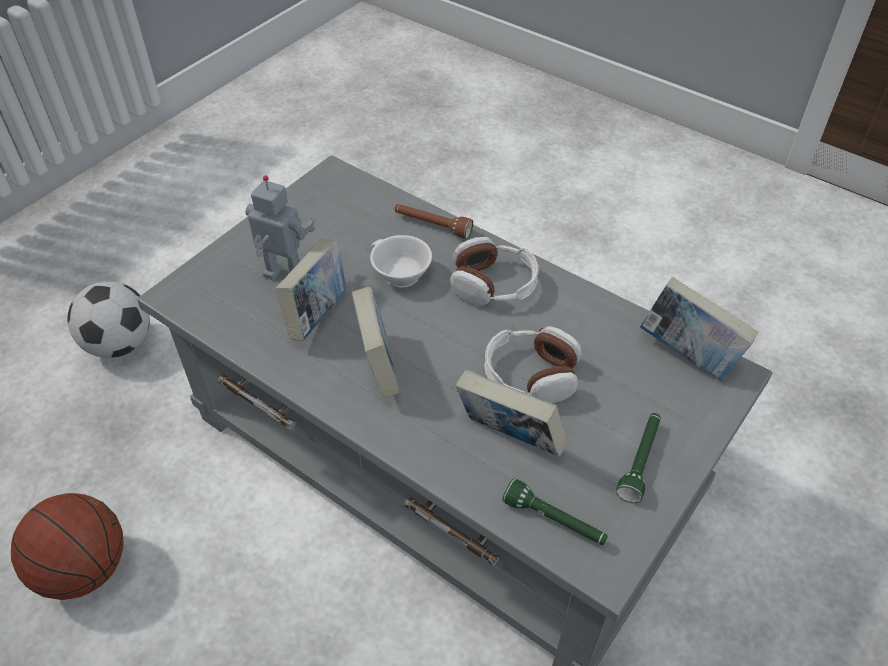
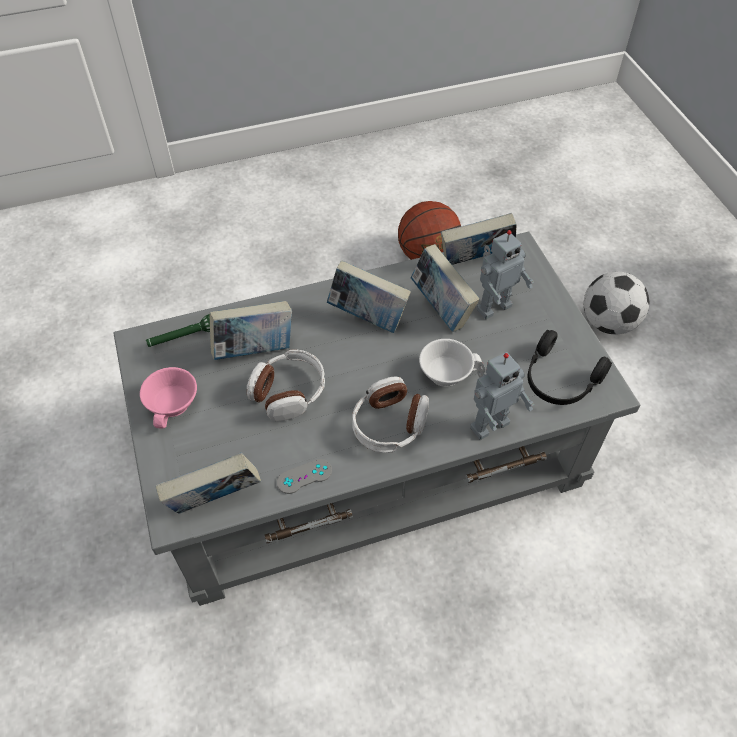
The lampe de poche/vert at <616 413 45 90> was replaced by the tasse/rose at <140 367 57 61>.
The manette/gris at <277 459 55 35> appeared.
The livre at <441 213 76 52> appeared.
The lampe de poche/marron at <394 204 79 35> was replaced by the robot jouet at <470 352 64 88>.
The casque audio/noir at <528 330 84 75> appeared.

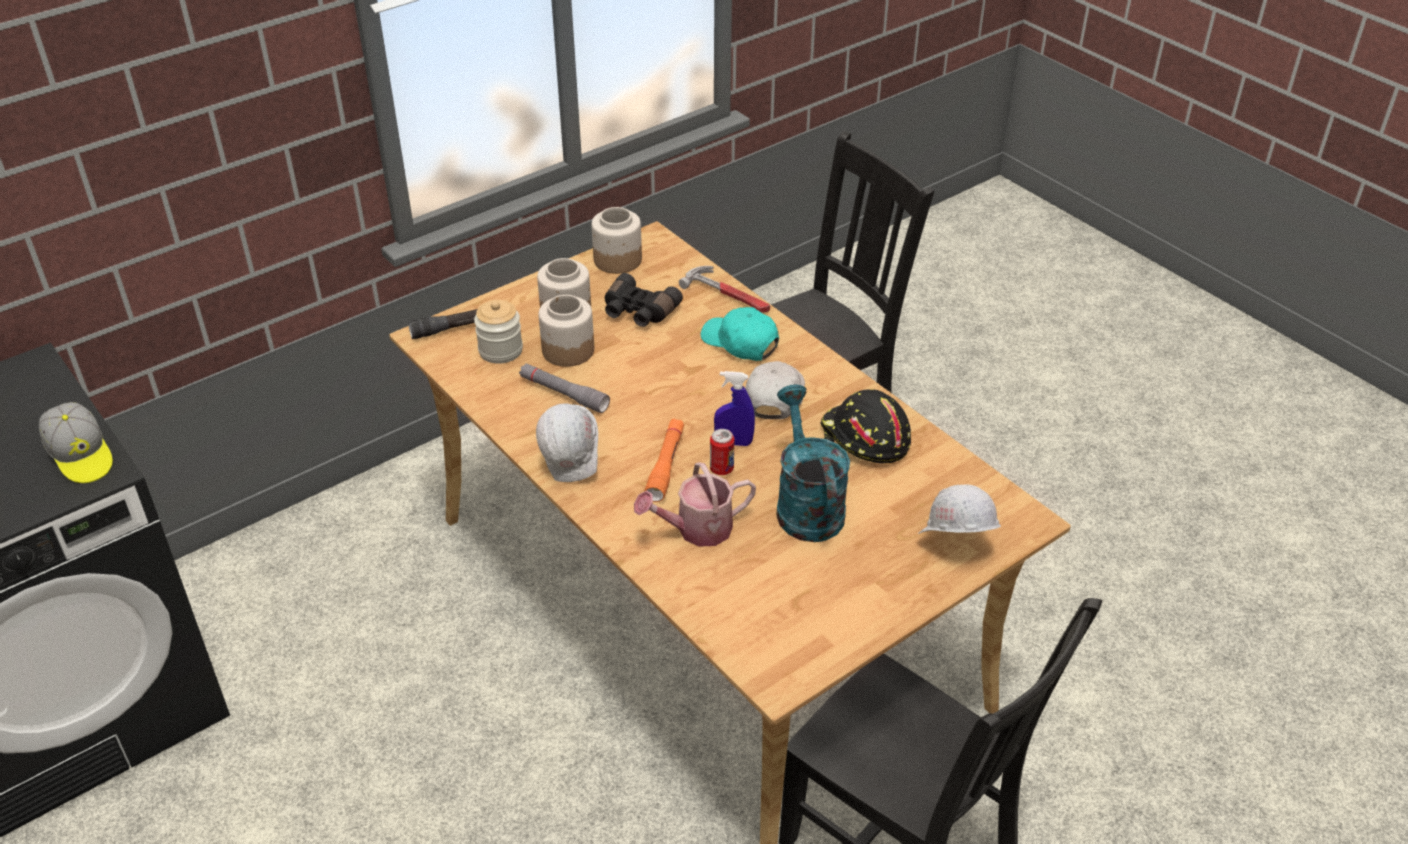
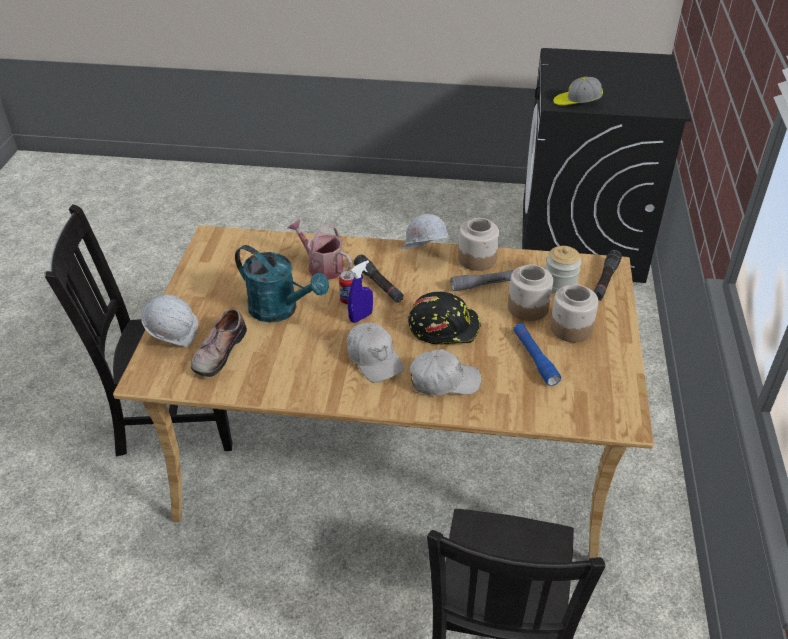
The chaussure at <191 309 56 68> appeared.
The arrosoir at <634 462 122 85> turned 75 degrees counterclockwise.
The lampe de poche/orange at <645 418 39 84> became the lampe de poche/noir at <354 255 50 48>.
The casque de chantier/noir moved from <821 389 90 74> to <408 292 73 53>.
The casquette/turquoise at <701 307 78 54> became the casquette/blanc at <410 349 71 46>.
The bocal moved from <592 207 50 67> to <458 218 41 53>.
The jumelles/noir at <605 273 78 54> was replaced by the lampe de poche/bleu at <513 323 48 63>.
The marteau at <679 266 91 47> disappeared.

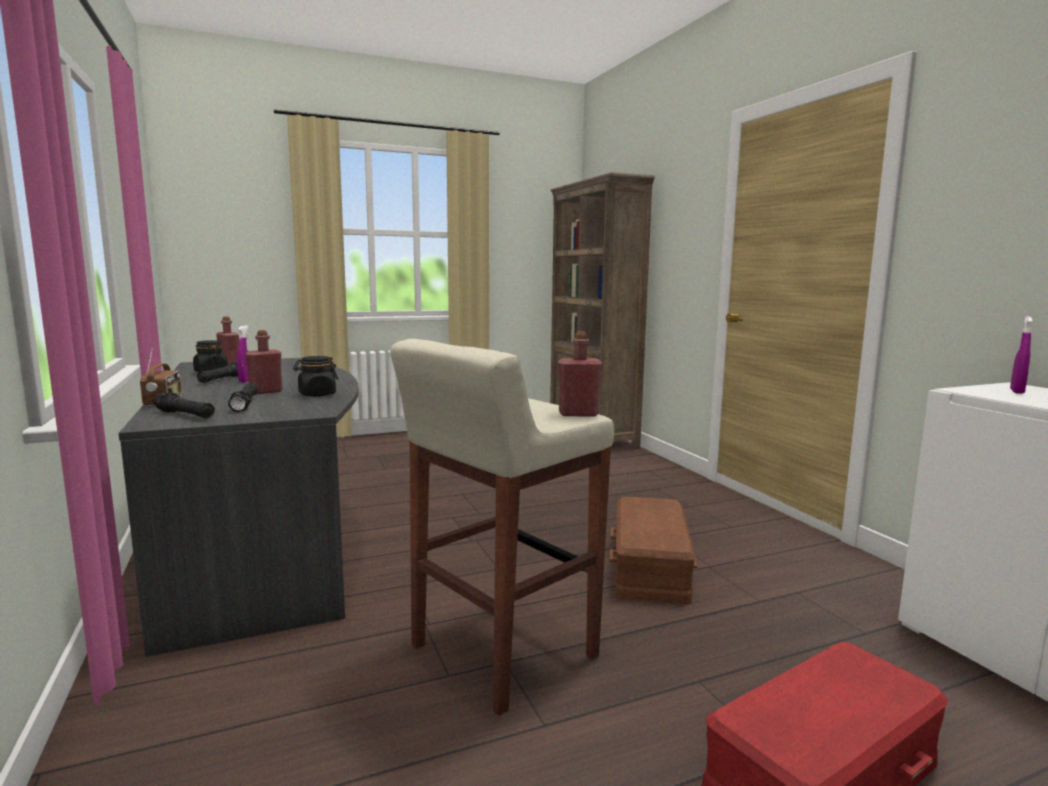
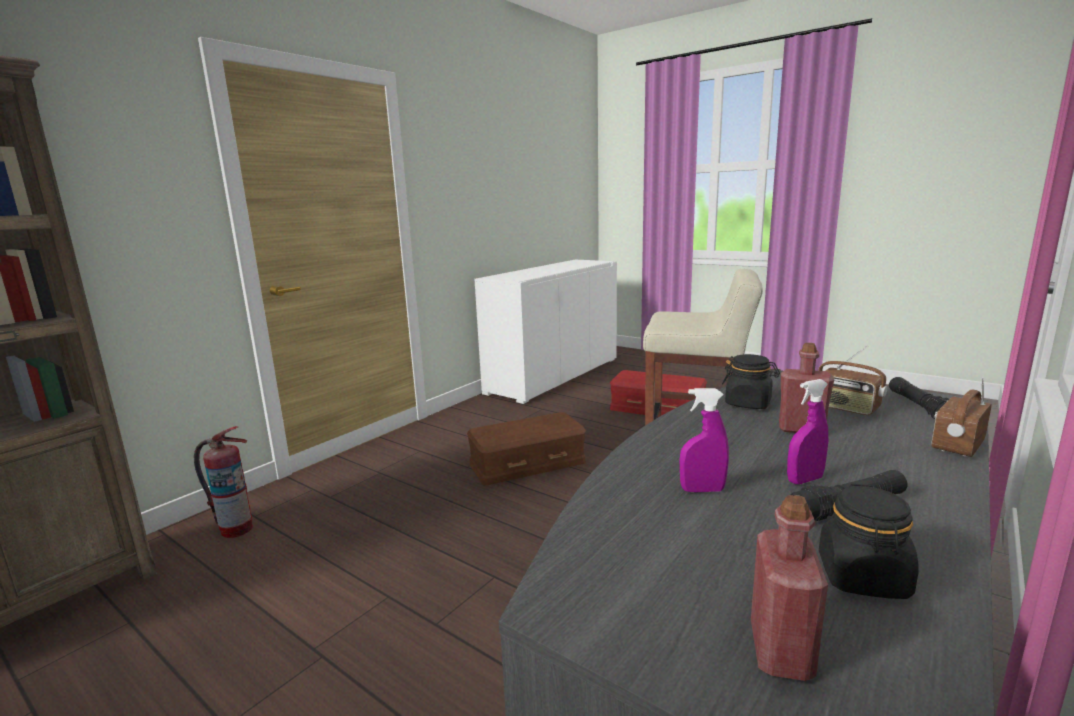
The extincteur at <194 426 59 112> appeared.
The vaporisateur/violet moved from <1010 316 23 78> to <680 388 49 104>.
The lampe de poche/noir at <228 383 30 29> was replaced by the radio at <818 345 69 70>.
The bouteille/rouge at <558 331 45 86> disappeared.

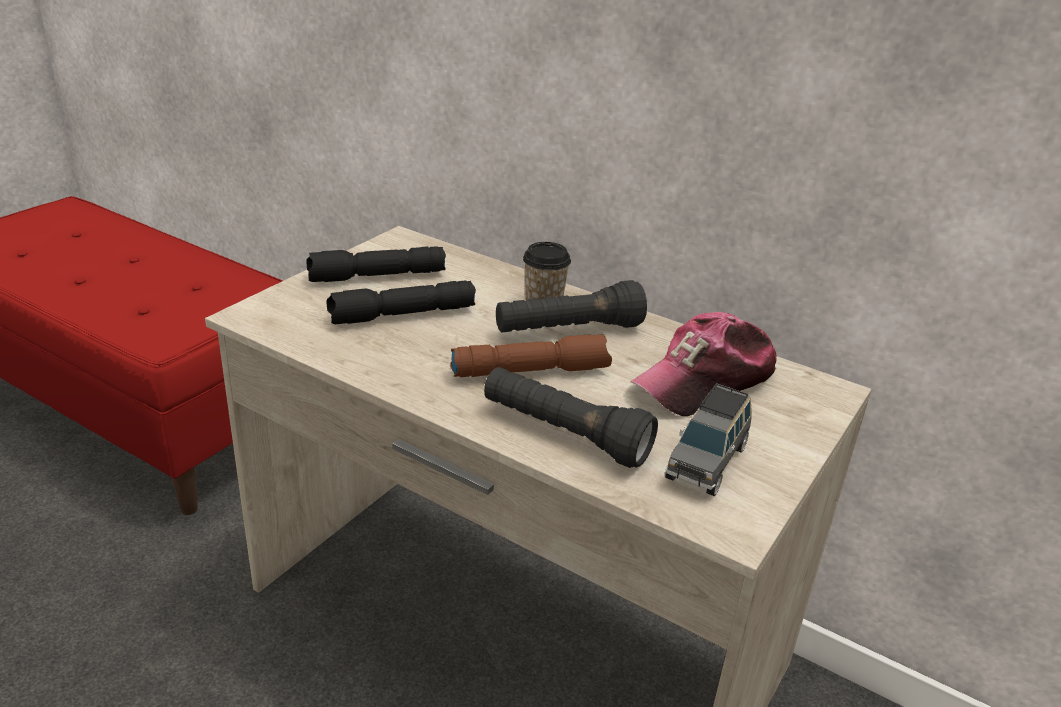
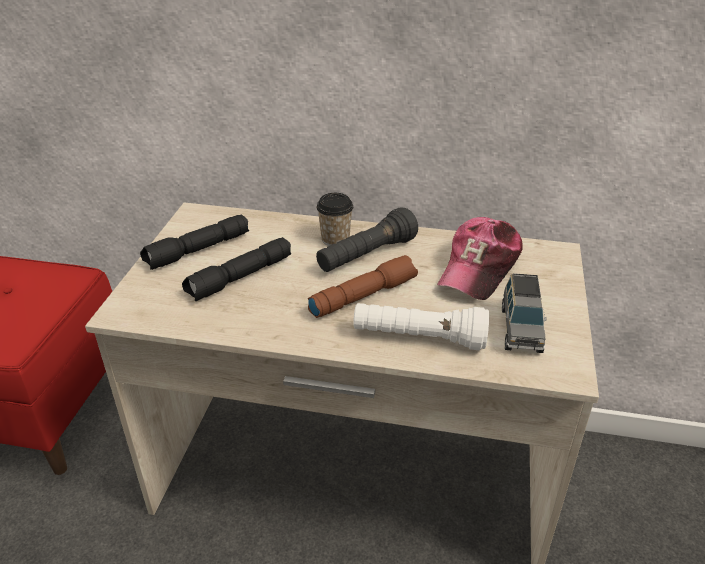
The lampe de poche/noir at <484 367 174 101> became the lampe de poche/blanc at <353 303 136 47>.

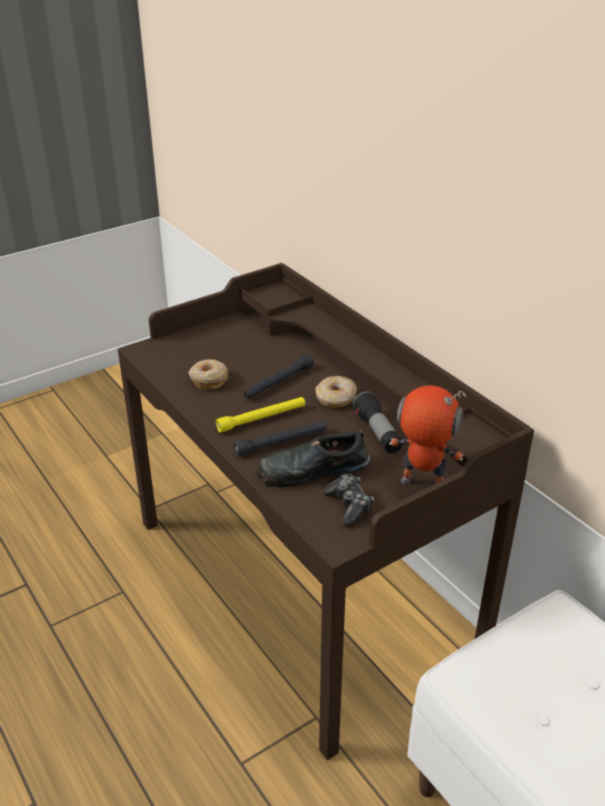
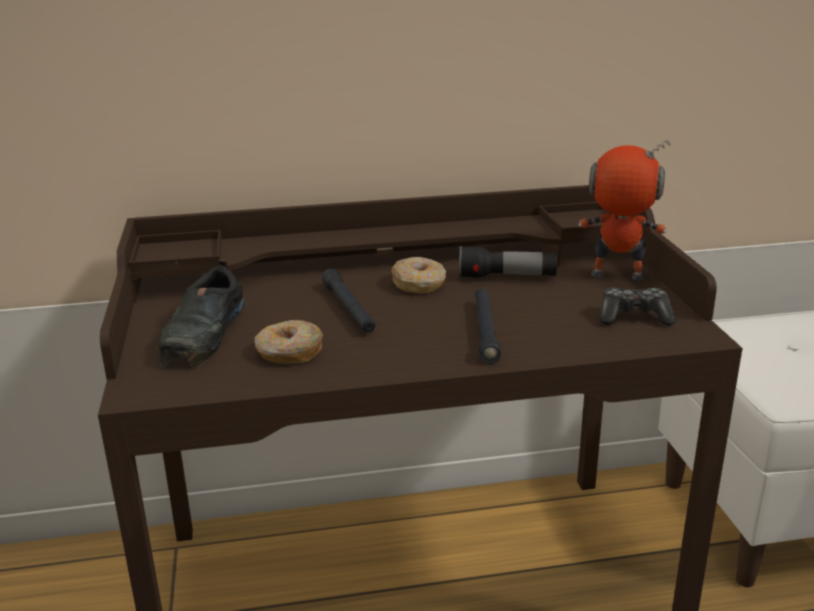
The chaussure/noir moved from <256 429 114 59> to <158 260 86 110>.
The robot jouet at <389 385 77 100> turned 60 degrees clockwise.
The lampe de poche/jaune at <216 397 89 36> disappeared.

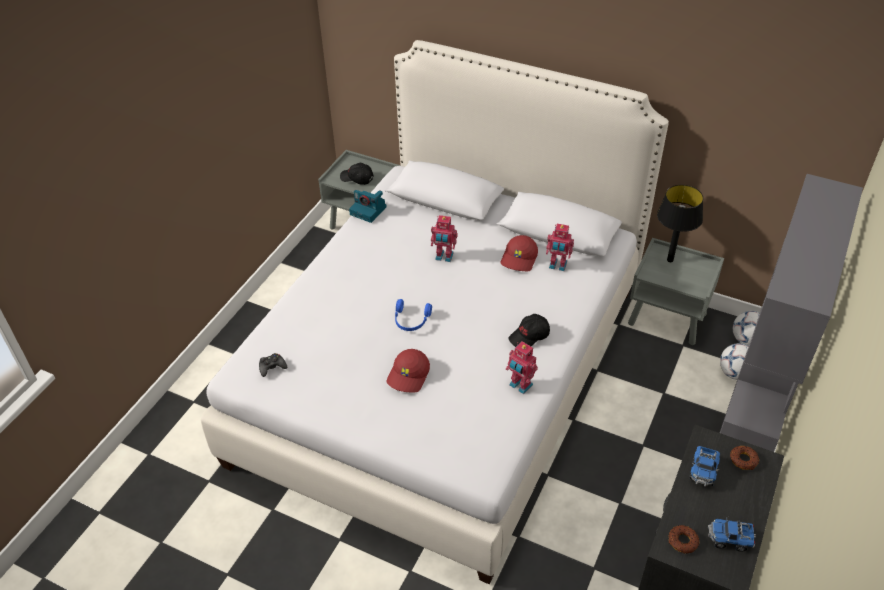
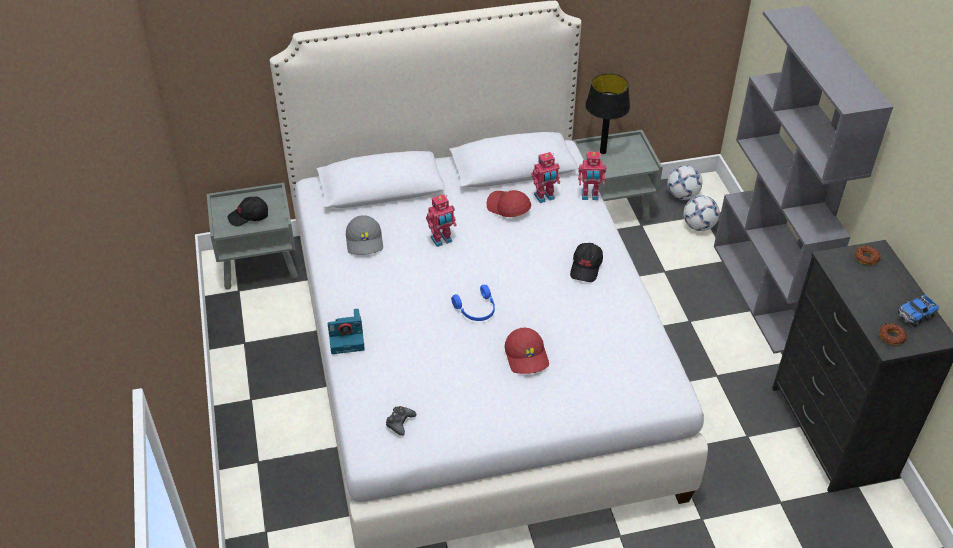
The appareil photo moved from <349 190 38 33> to <328 309 37 45>.
The casquette/gris at <346 215 37 40> appeared.
The casquette/rouge at <500 235 38 36> turned 150 degrees clockwise.
The robot jouet moved from <506 341 32 53> to <578 152 28 48>.
The camion jouet at <689 446 31 41> disappeared.

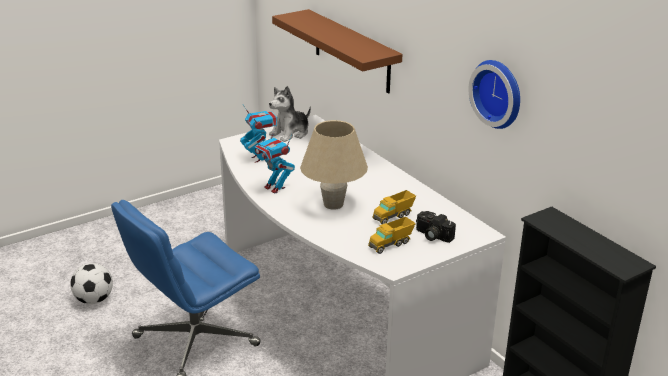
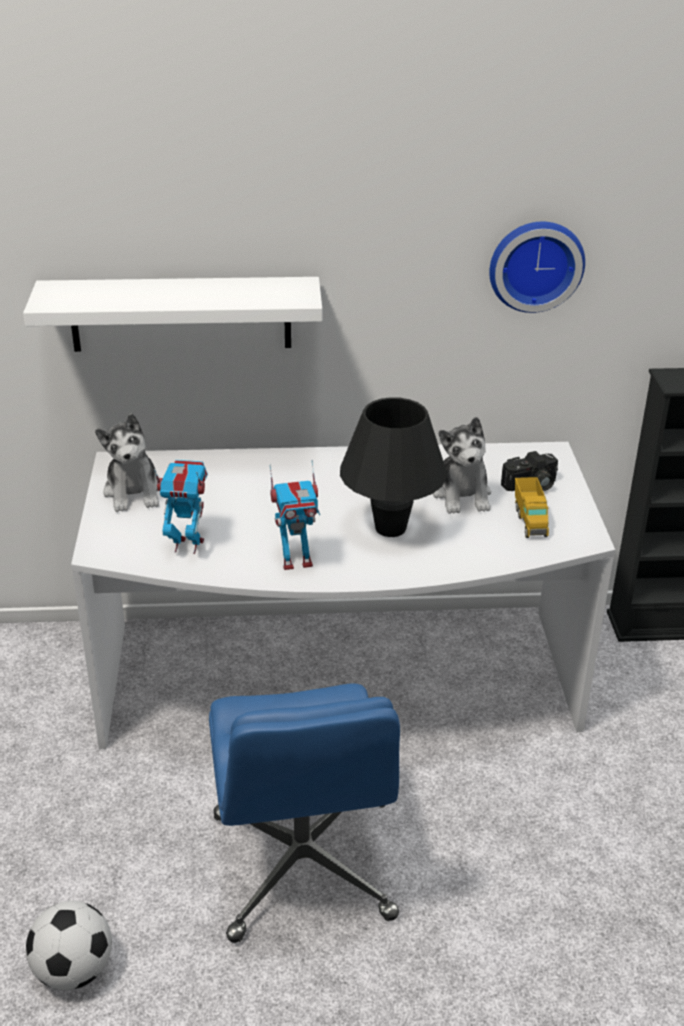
The étagère/marron at <272 9 130 85> became the étagère/blanc at <23 277 299 75>.
The lampe de table/beige at <300 120 68 90> became the lampe de table/noir at <340 397 107 140>.
The camion jouet at <372 190 44 34> was replaced by the peluche at <433 417 58 97>.

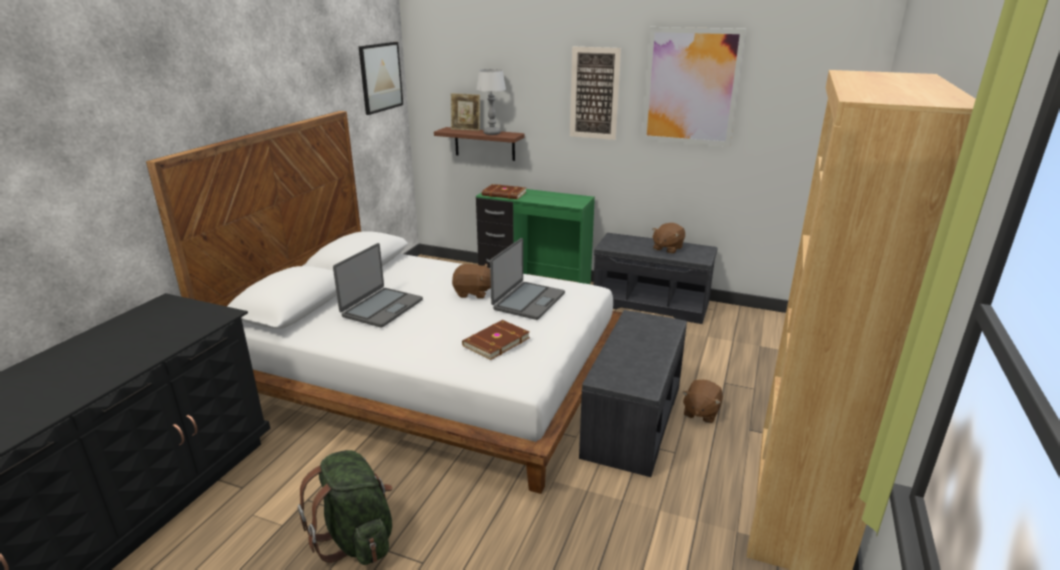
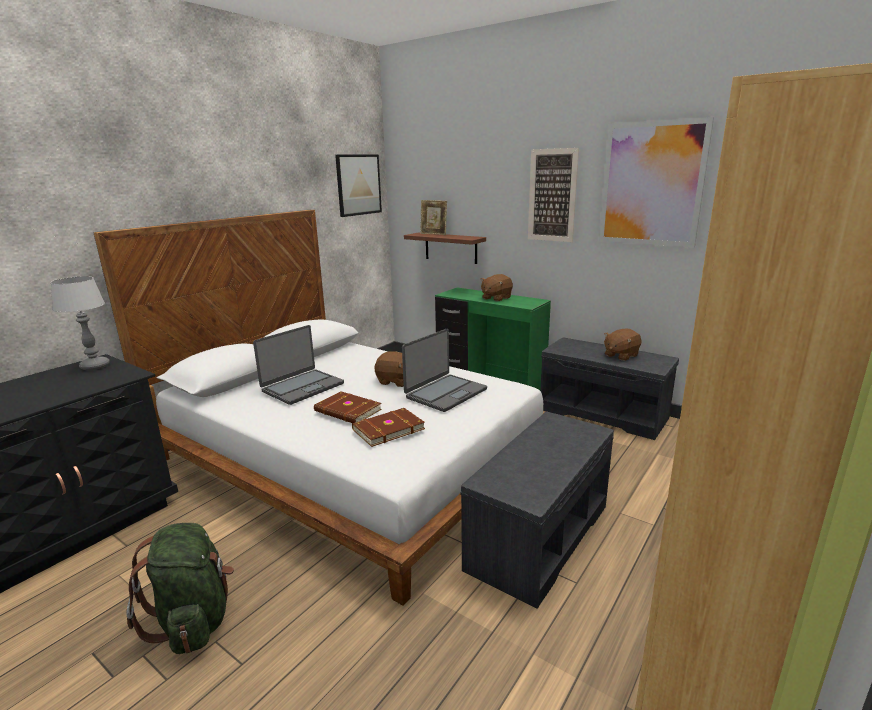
The lampe de table moved from <476 69 30 66> to <51 276 59 94>.
The livre/marron moved from <482 184 44 15> to <314 391 68 32>.
The peluche/marron moved from <682 380 41 43> to <480 274 33 28>.

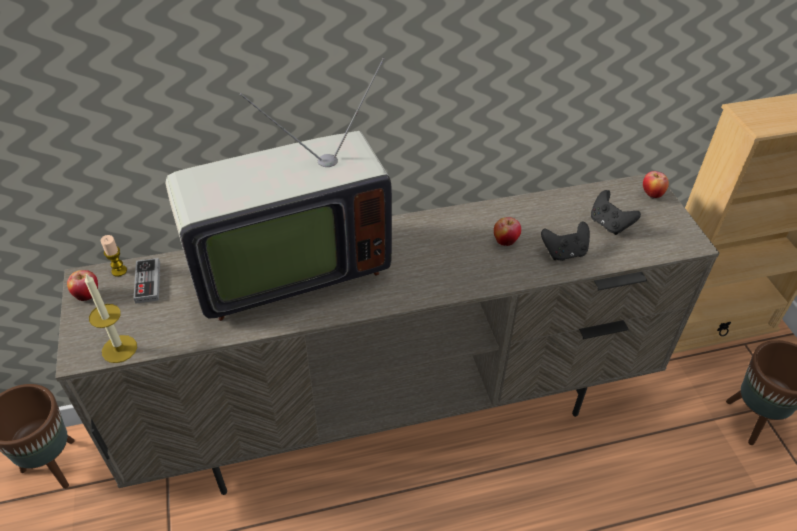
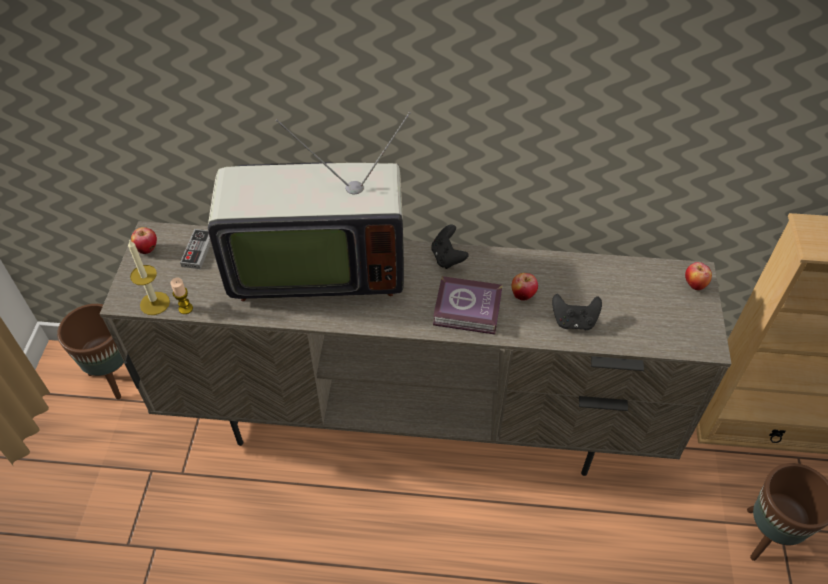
The bougie moved from <101 235 26 42> to <170 278 23 36>.
The manette/noir moved from <591 190 50 45> to <431 225 38 44>.
The livre at <433 276 70 59> appeared.

